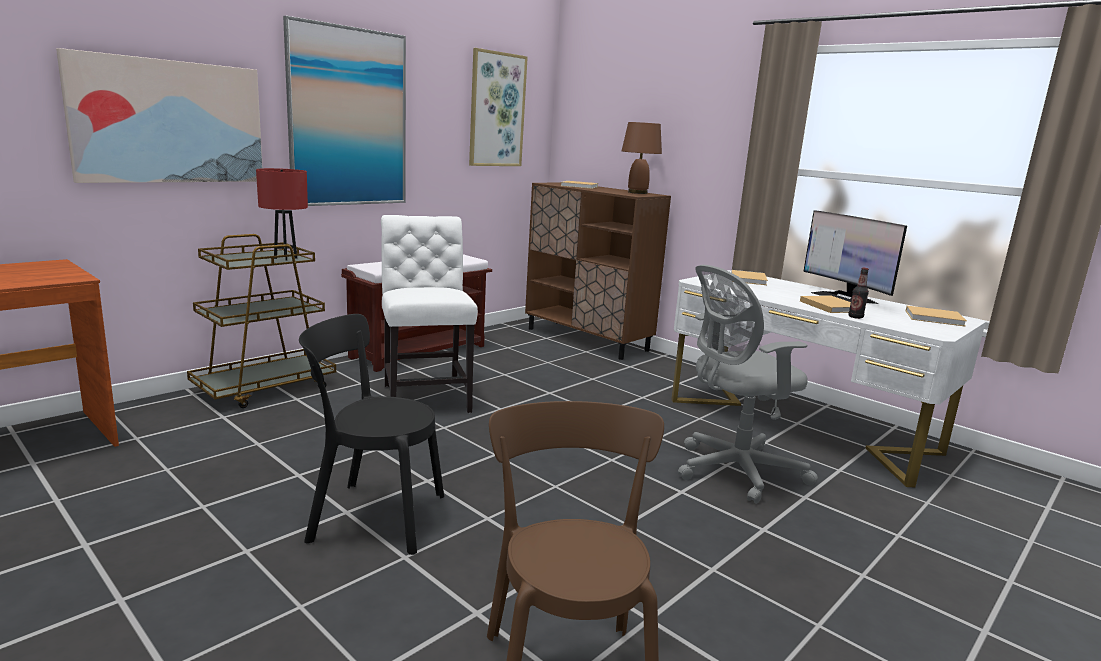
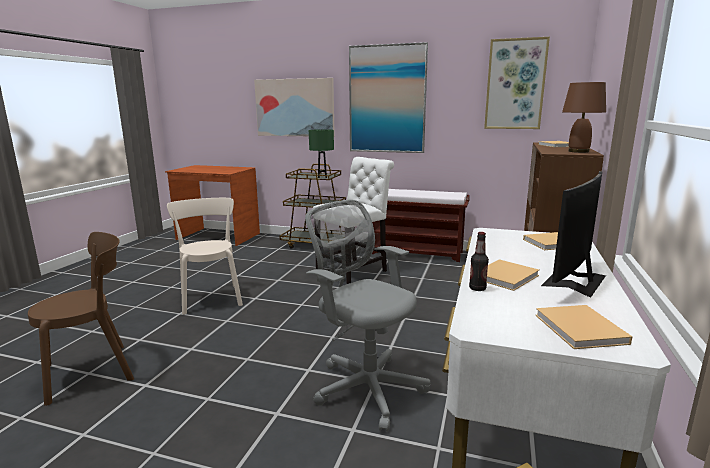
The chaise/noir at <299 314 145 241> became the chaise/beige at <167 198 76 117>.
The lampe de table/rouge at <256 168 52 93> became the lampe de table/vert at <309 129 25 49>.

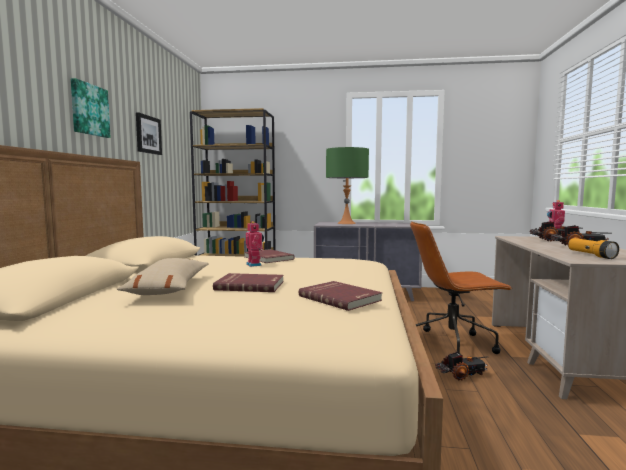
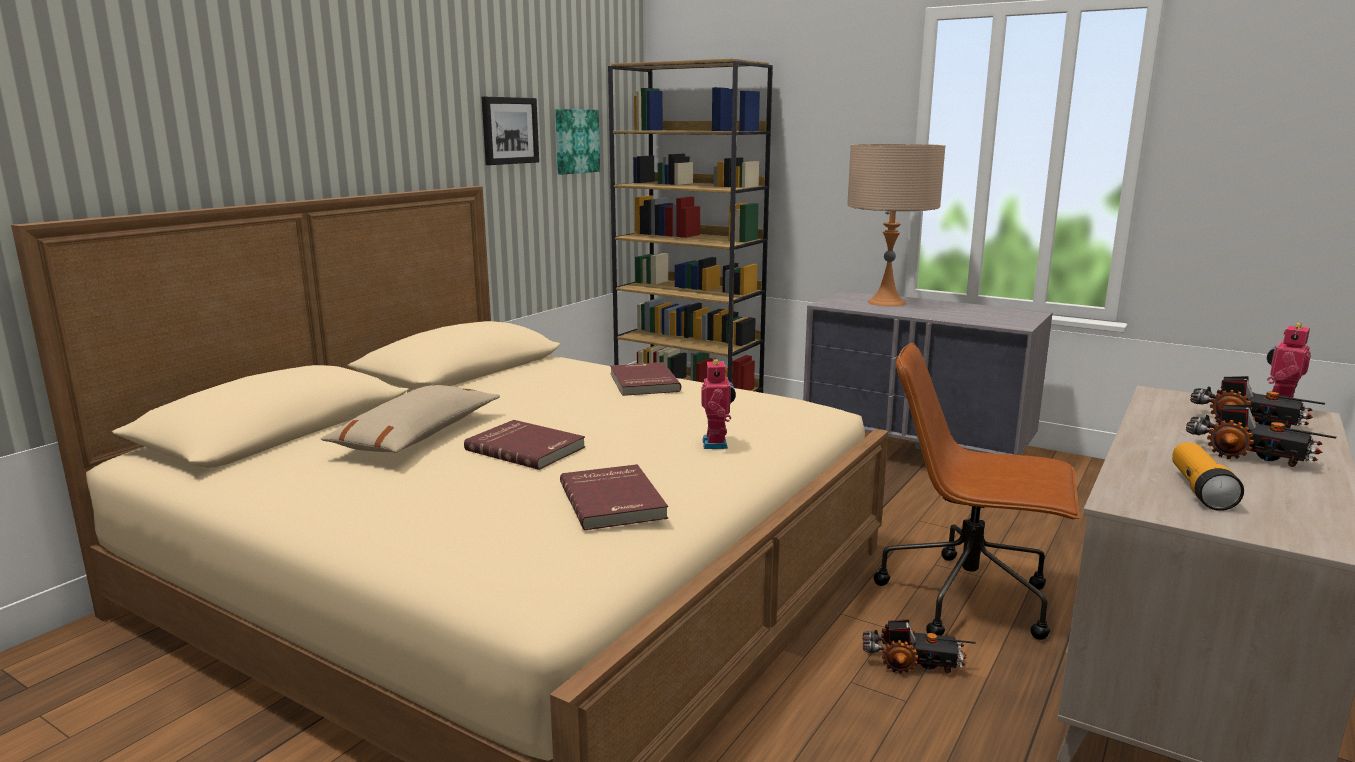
The tableau moved from <71 78 40 60> to <555 109 45 65>.
The robot jouet moved from <246 221 18 46> to <701 358 35 91>.
The lampe de table/vert at <326 147 43 77> became the lampe de table/beige at <847 144 98 163>.

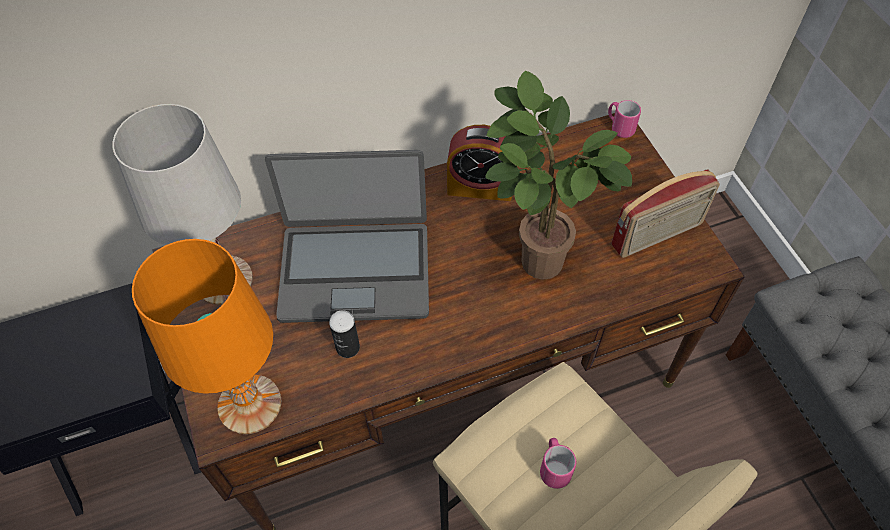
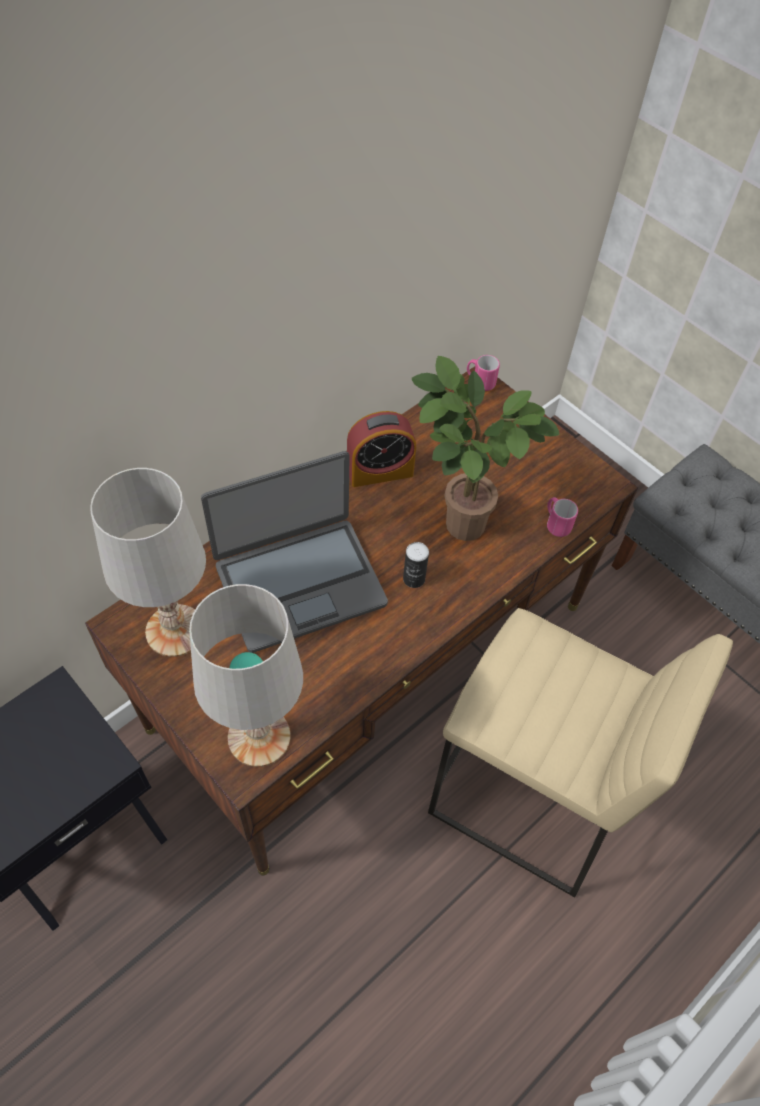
The lampe de table/orange at <132 239 149 195> became the lampe de table/blanc at <189 584 114 183>.
The boîte métallique moved from <329 310 31 48> to <403 542 26 46>.
The mug/rose moved from <540 438 36 51> to <547 497 31 40>.
The radio at <611 170 109 88> disappeared.

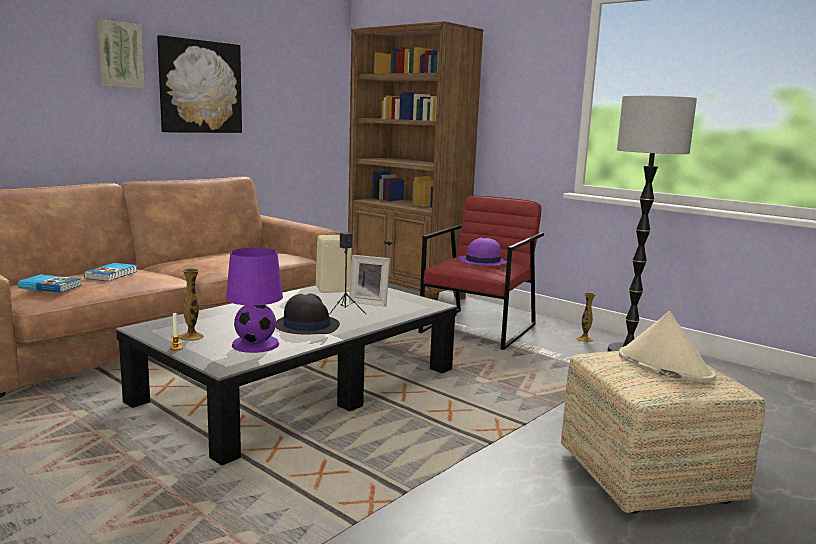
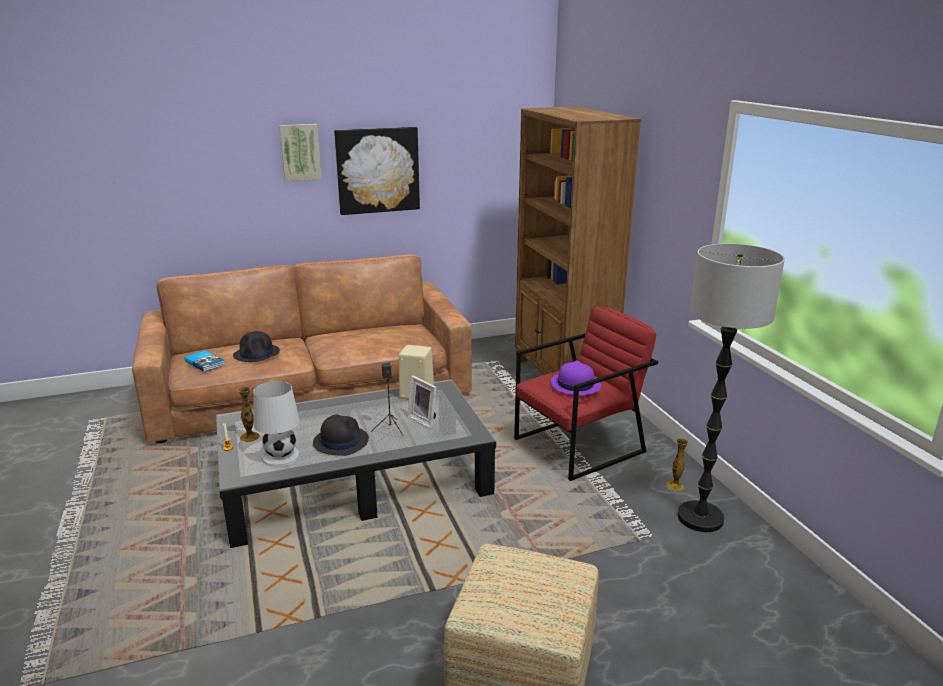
The livre at <84 263 53 18> was replaced by the chapeau/noir at <233 331 47 31>.
The lampe de table/violet at <226 248 57 105> became the lampe de table/blanc at <253 381 47 86>.
The chapeau/beige at <619 311 97 72> disappeared.

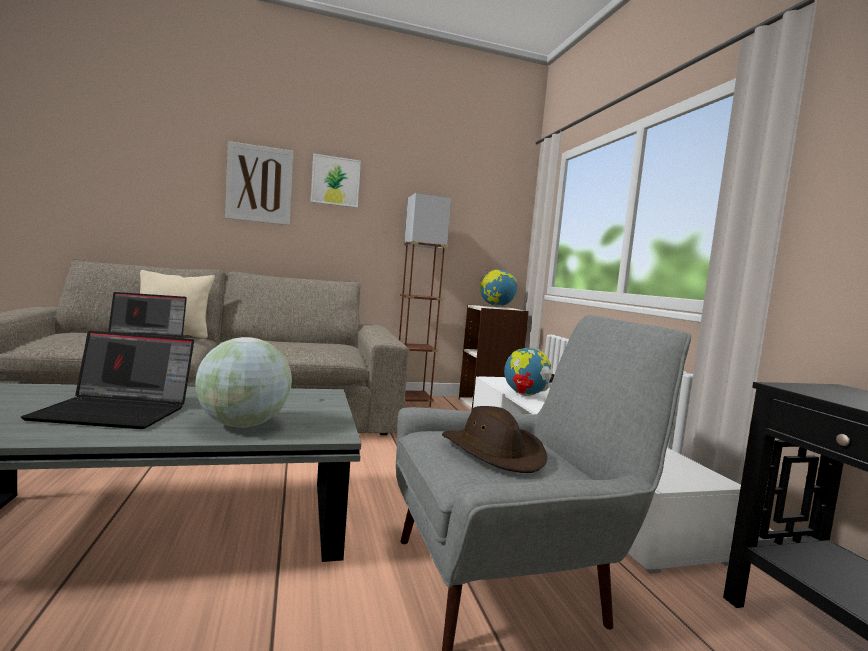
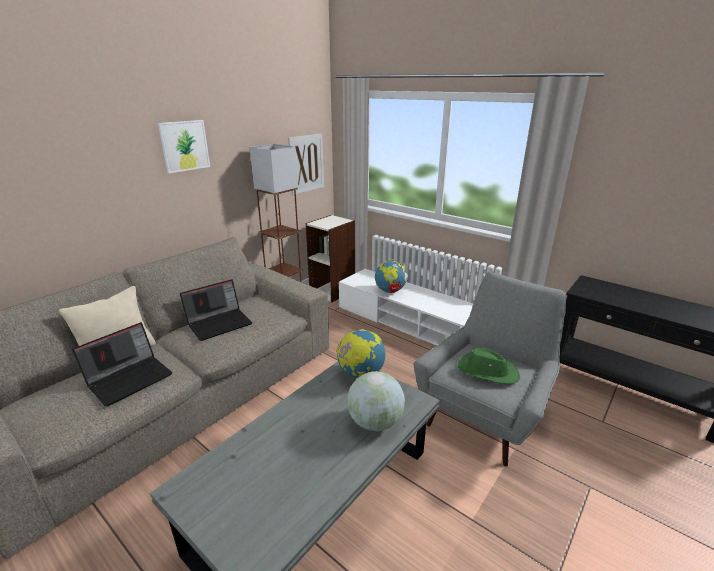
The ordinateur portable moved from <21 331 173 98> to <180 279 72 62>.
The tableau moved from <225 141 69 84> to <288 134 36 61>.
The globe moved from <480 270 37 37> to <337 329 48 50>.
The chapeau/marron at <442 406 105 67> became the chapeau/vert at <458 348 62 36>.

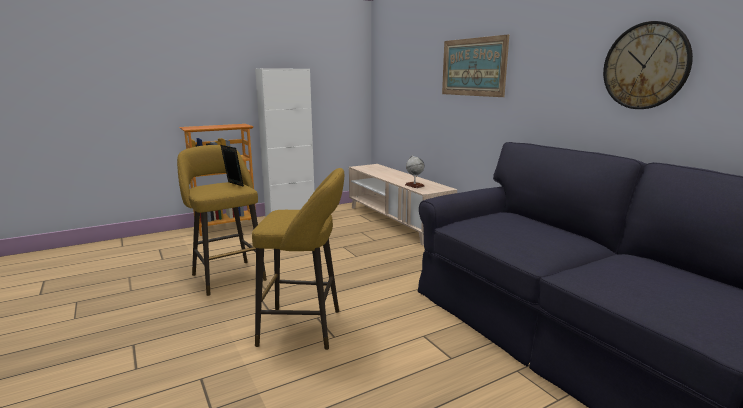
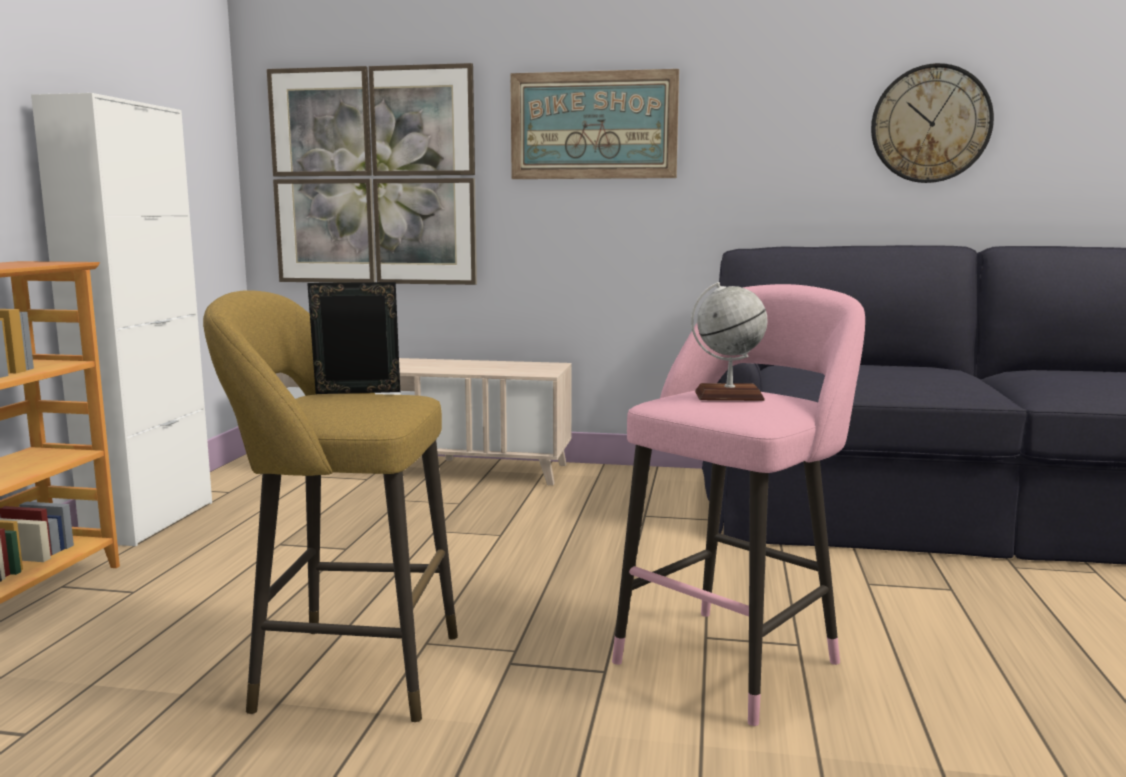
The tableau at <267 63 210 222> appeared.
The tabouret/jaune at <252 168 92 182> became the tabouret/rose at <612 284 253 442>.
The globe moved from <405 155 20 33> to <691 282 77 119>.

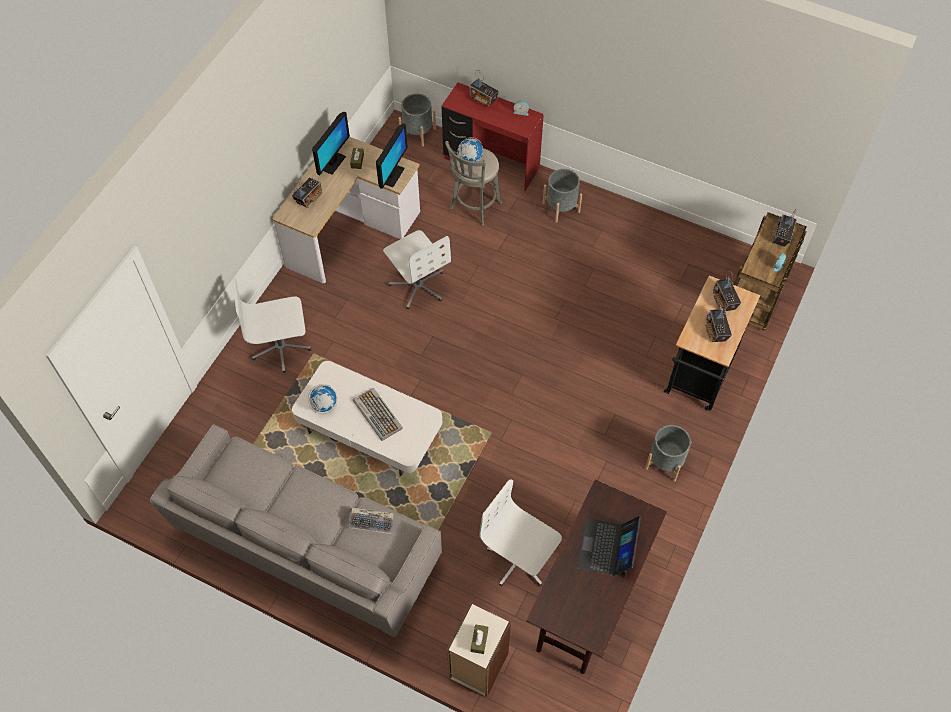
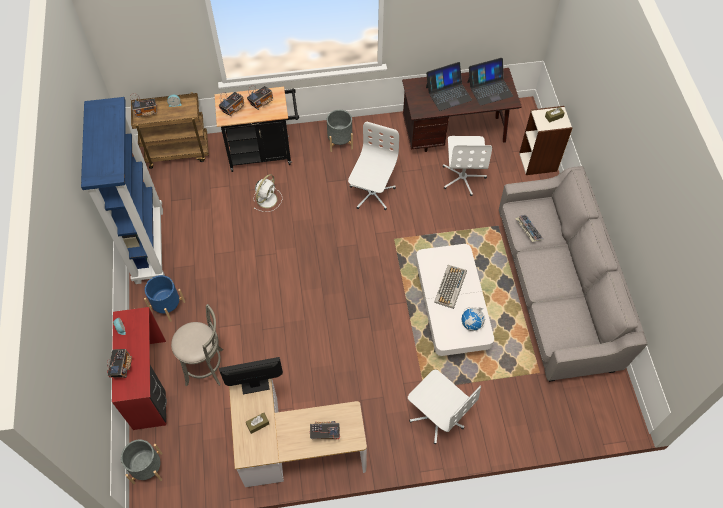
The bibliothèque/bleu at <81 97 84 187> appeared.
The cache-pot/gris at <543 169 39 54> became the cache-pot/bleu at <144 275 41 47>.
The ventilateur/blanc at <254 174 28 38> appeared.
The chaise de bureau/blanc moved from <383 230 68 79> to <348 122 51 88>.
The ordinateur portable at <467 58 46 48> appeared.
The écran d'ordinateur at <312 112 38 64> disappeared.
The globe at <457 137 26 25> disappeared.

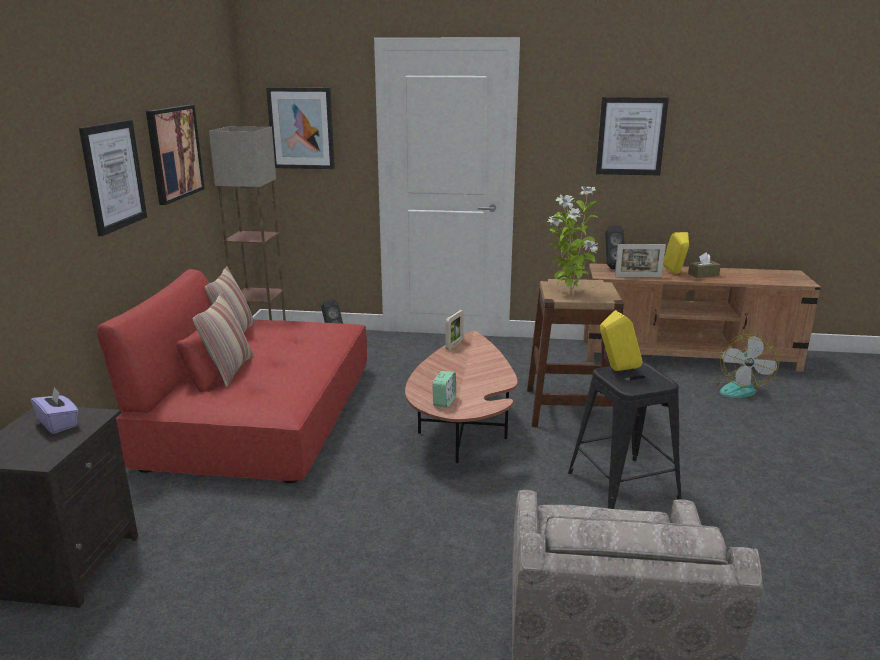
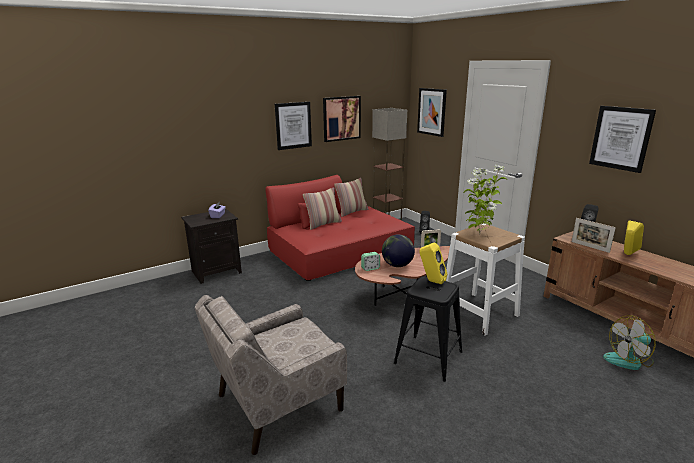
The globe at <382 234 33 33> appeared.
The tabouret/marron at <527 279 97 148> became the tabouret/blanc at <446 223 79 113>.
The boîte à mouchoirs/marron at <688 252 33 26> disappeared.

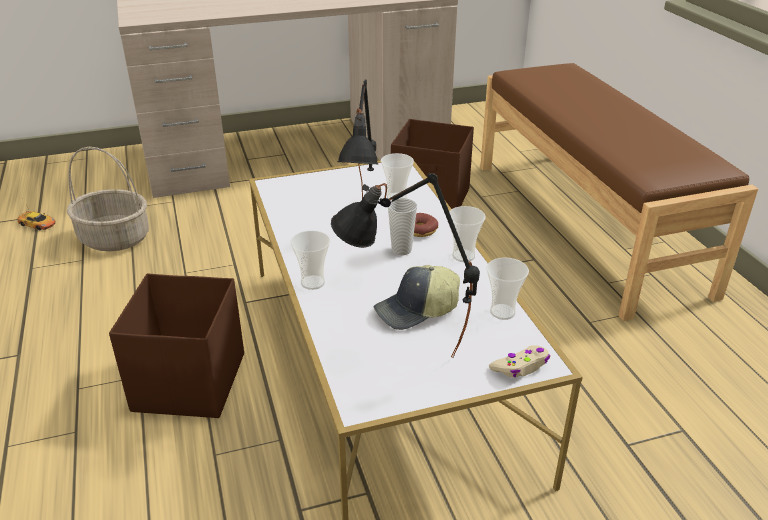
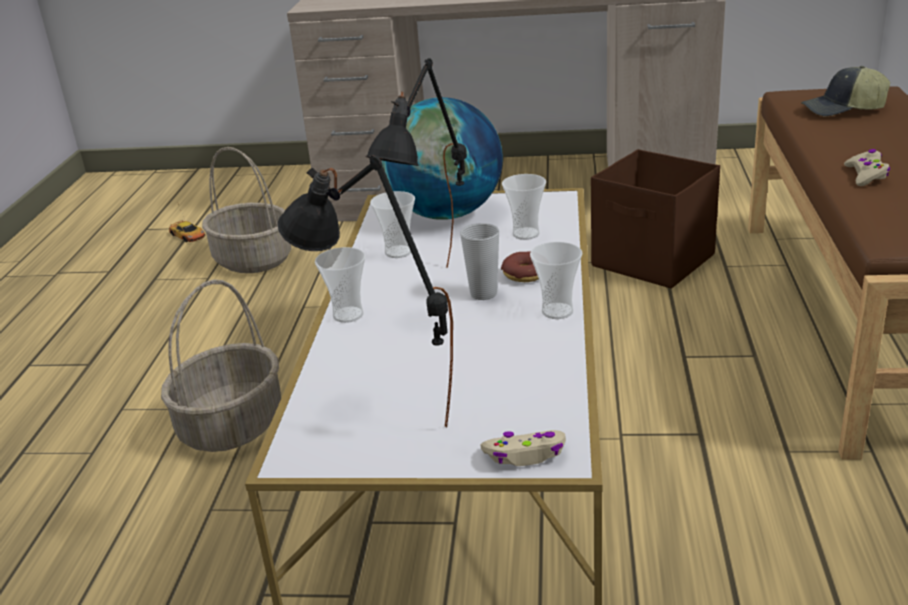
The boîte de rangement/marron at <109 273 135 145> was replaced by the panier at <161 279 120 173>.
The tasse moved from <486 258 43 62> to <370 191 45 67>.
The globe at <382 97 121 123> appeared.
The casquette moved from <373 265 87 65> to <801 66 89 50>.
The manette/beige at <844 149 46 37> appeared.

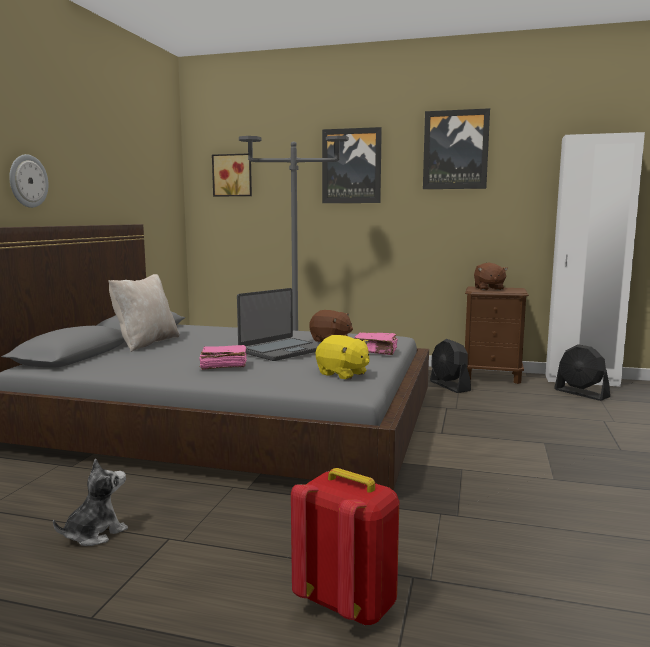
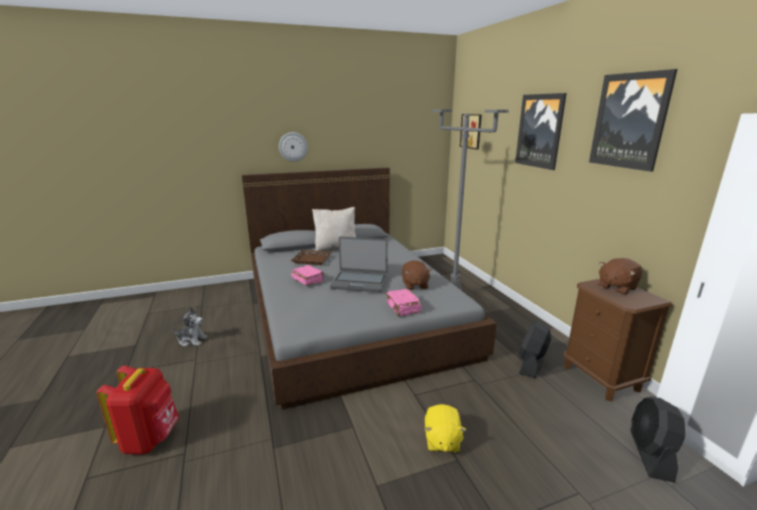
The plateau/marron at <291 250 41 15> appeared.
The peluche/jaune moved from <316 335 54 45> to <425 404 41 49>.

